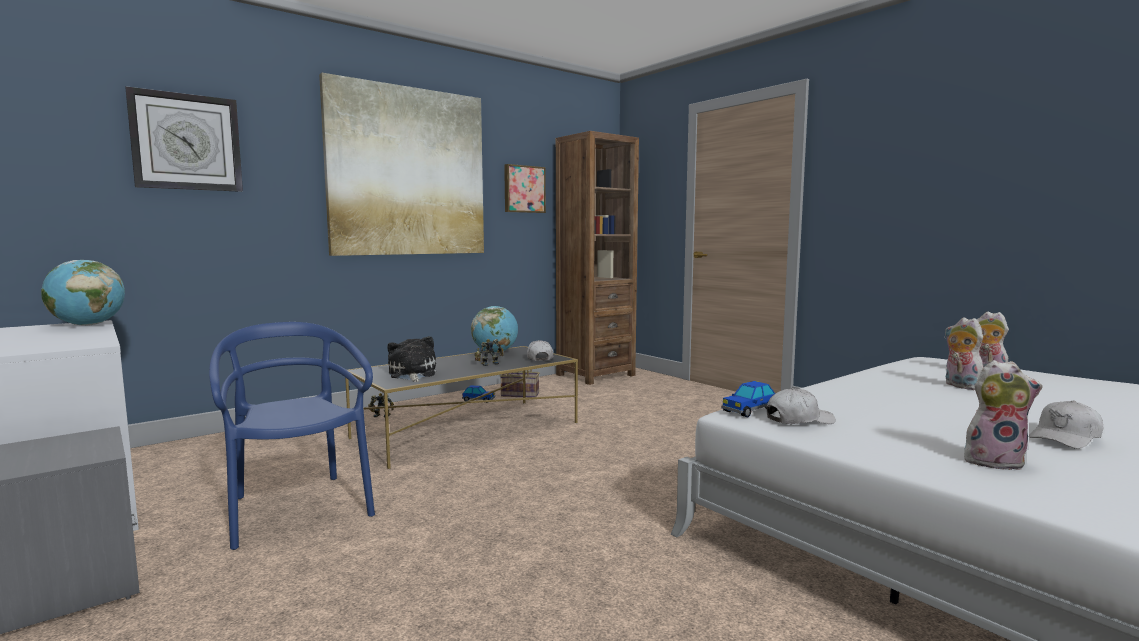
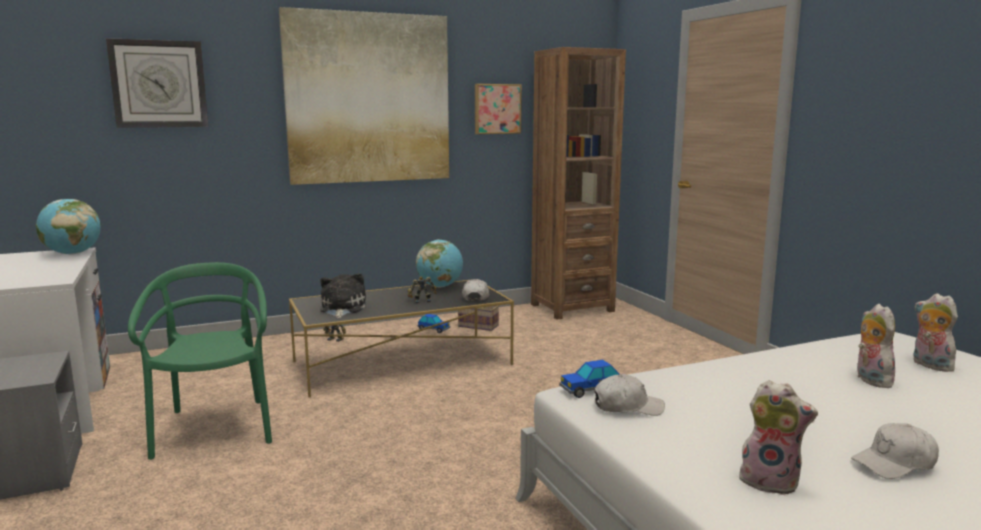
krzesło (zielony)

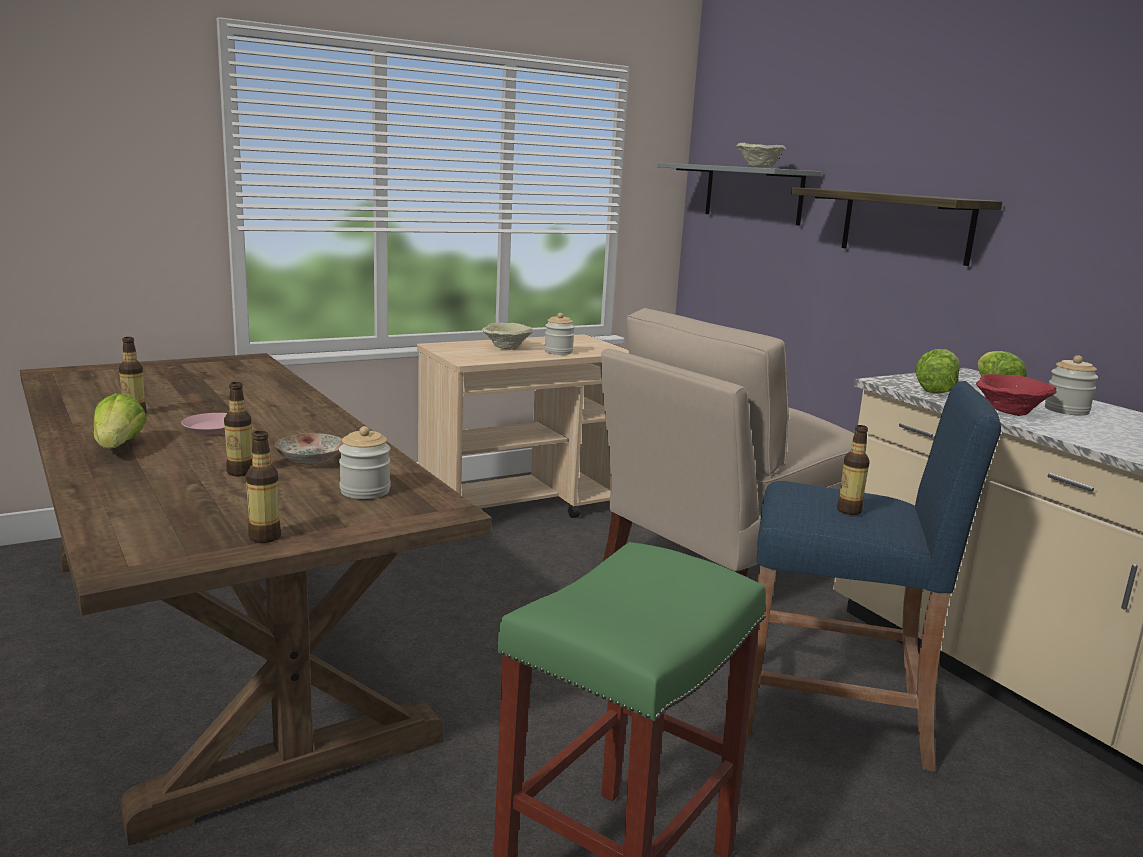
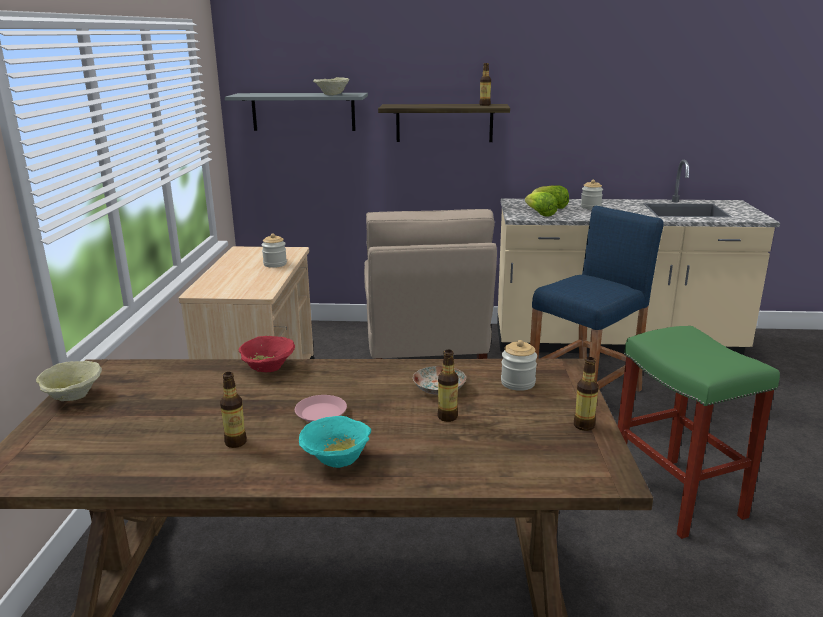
miska (beżowy) (no. 1 from left)
miska (czerwony)
miska (turkusowy)
butelka (no. 3 from left)

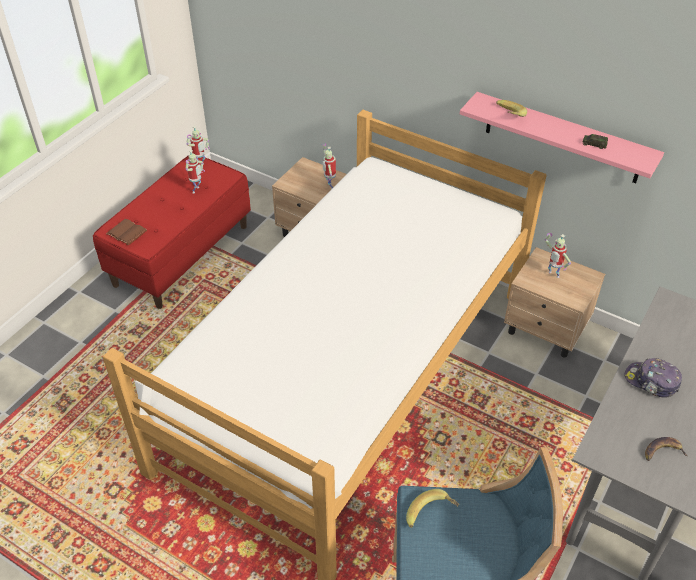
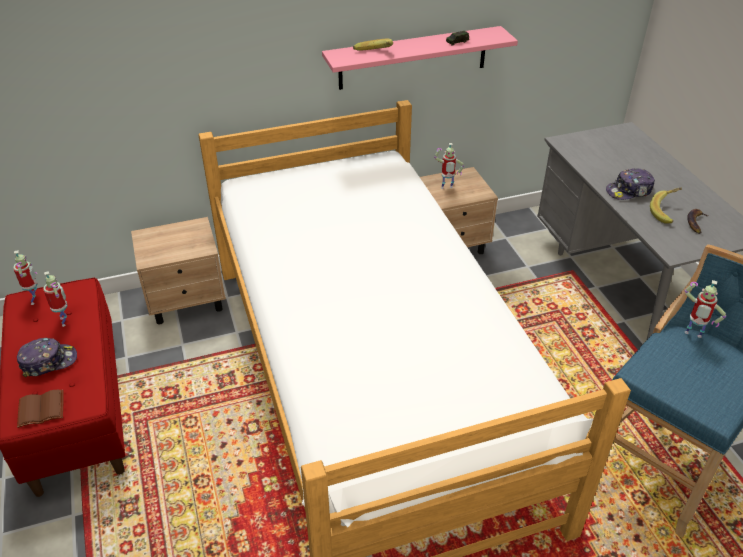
robot zabawkowy (no. 4 from left)
banan (no. 2 from left)
czapka z daszkiem (no. 1 from left)

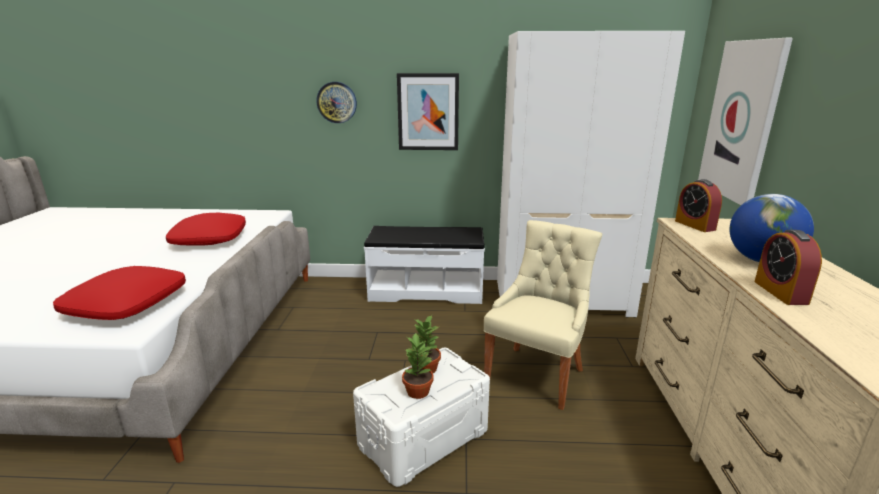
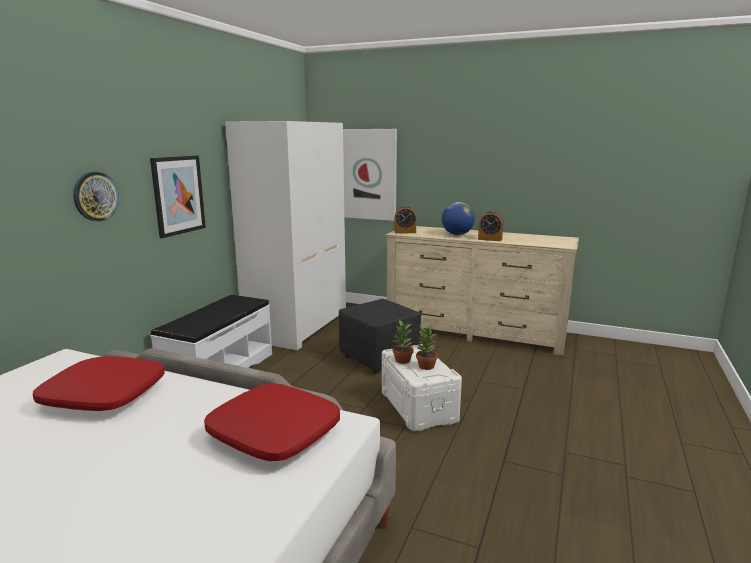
pufa (czarny)

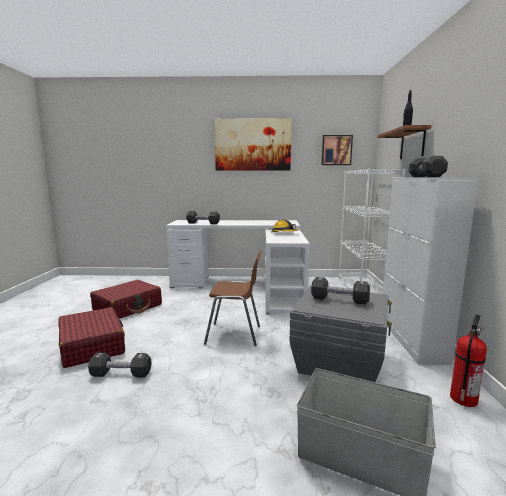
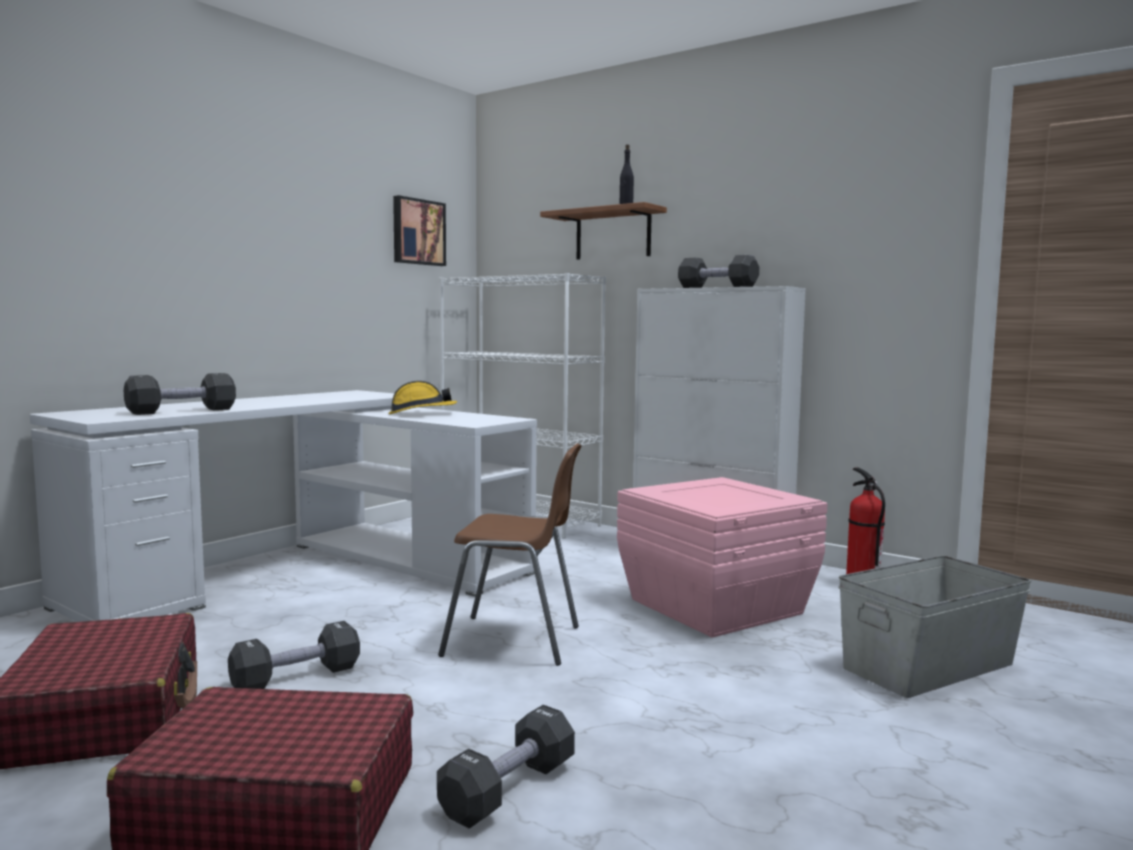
obraz (no. 1 from left in the first image)
krzesło (brązowy)
hantel (czarny) (no. 2 from left)
pojemnik do przechowywania (różowy)

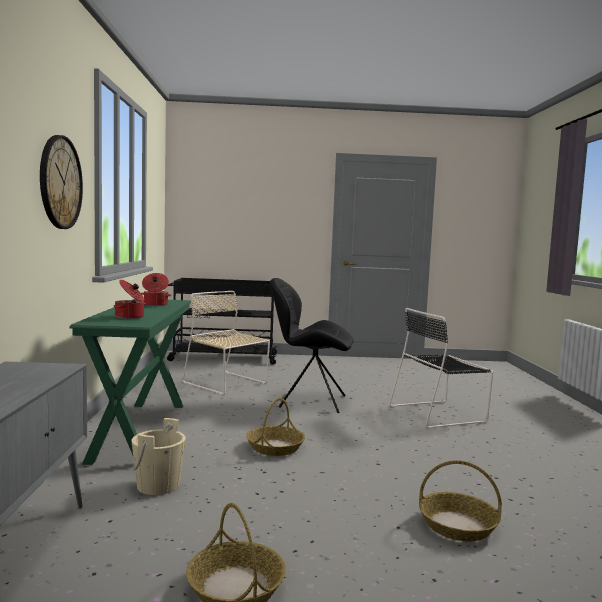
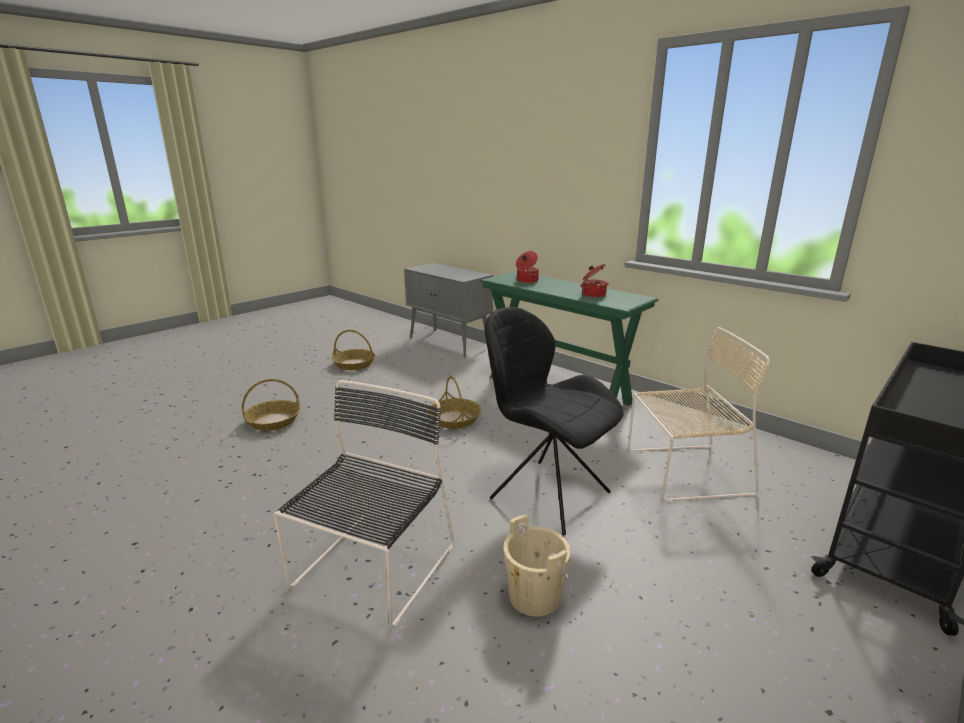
zegar ścienny
krzesło (czarny) (no. 2 from left)
wiadro (beżowy)

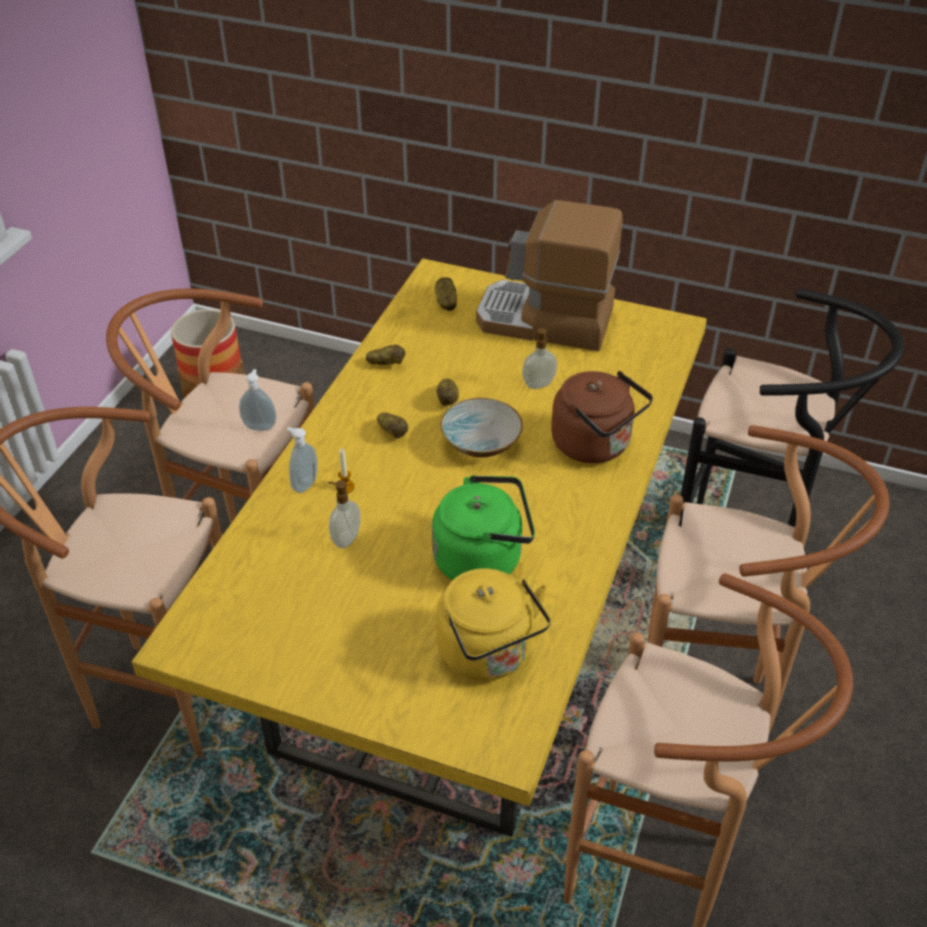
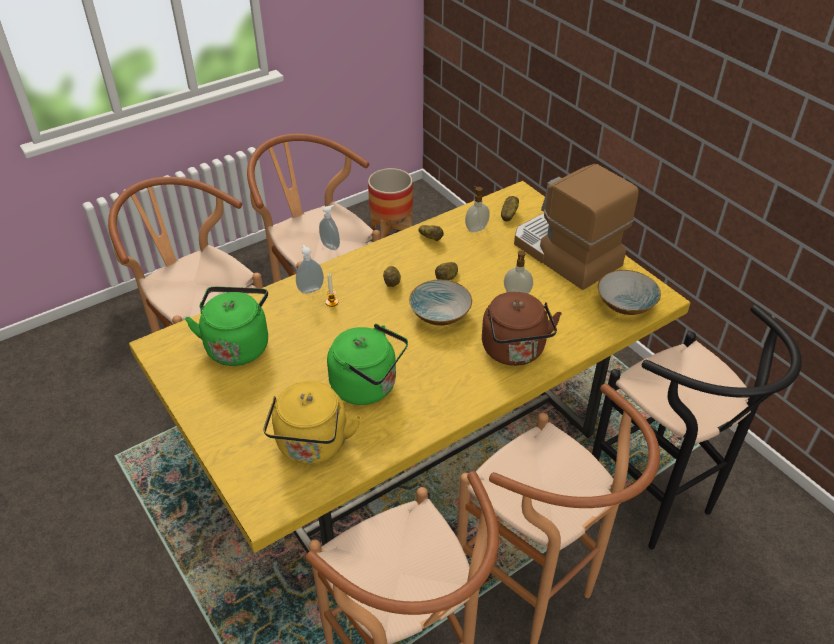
dozownik mydła (no. 3 from left)
miska (no. 2 from left)
czajnik (zielony) (no. 1 from left)

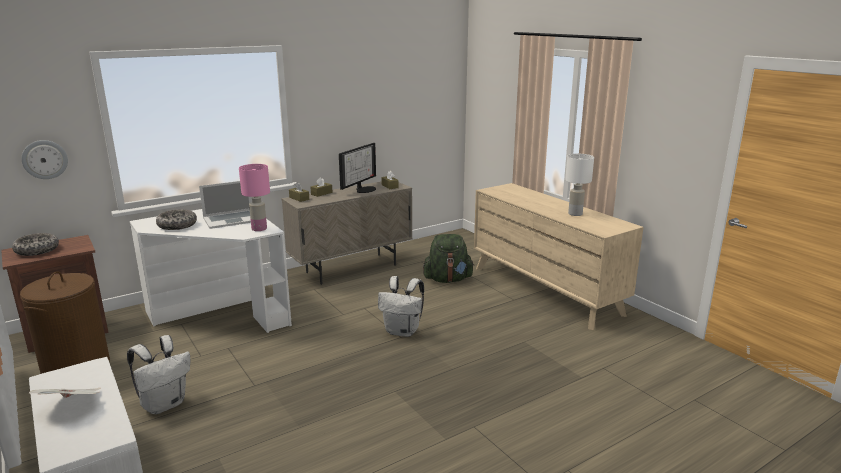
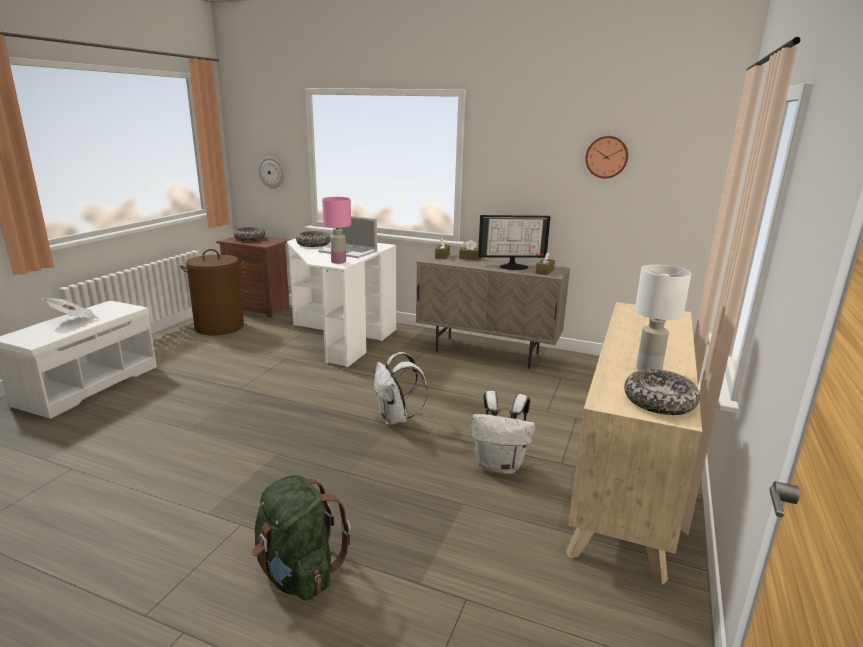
plecak (zielony)
plecak (biały) (no. 2 from left)
zegar ścienny (no. 2 from left)
miska (no. 3 from left)

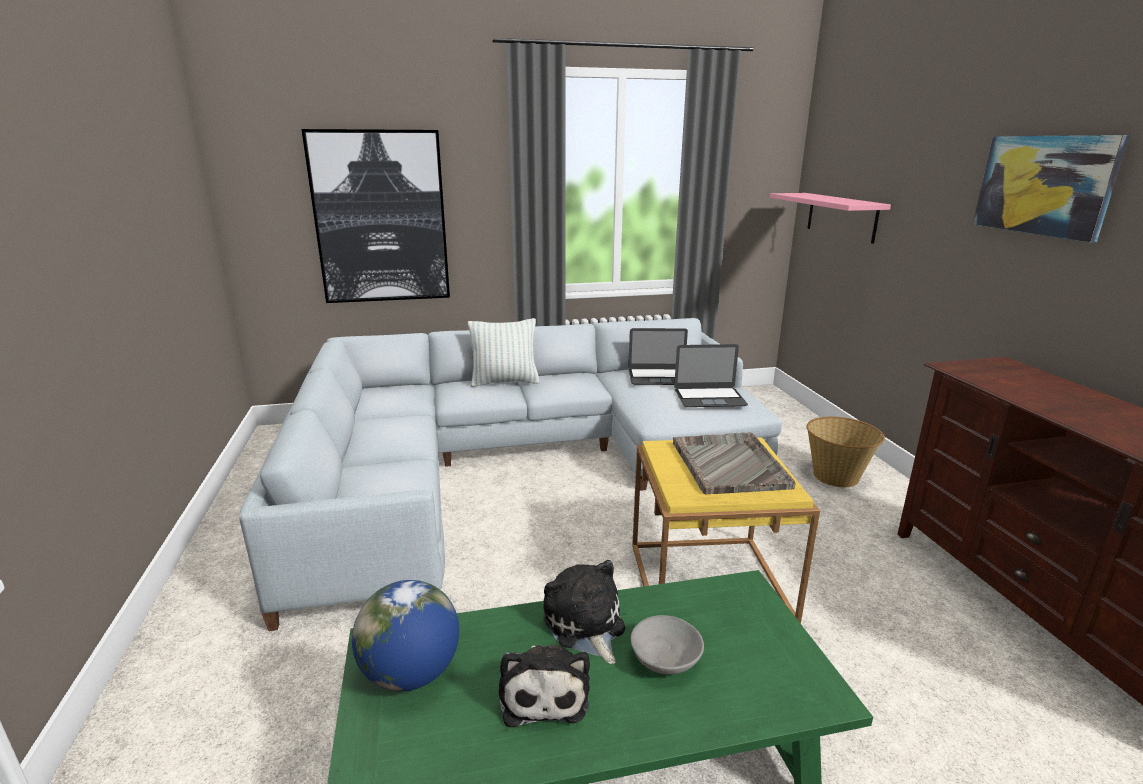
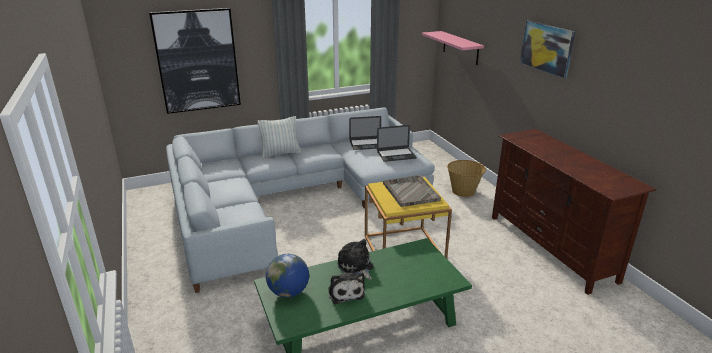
miska (szary)

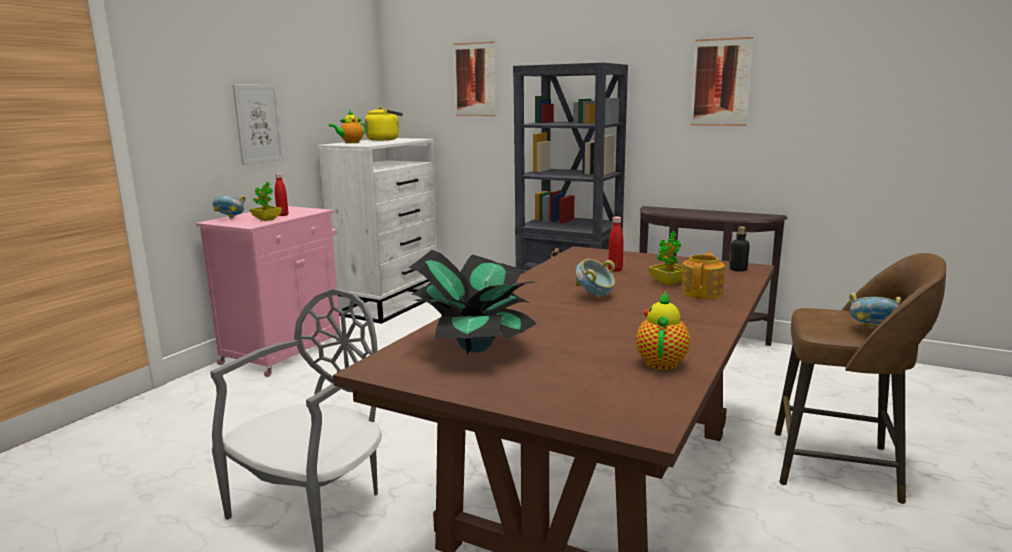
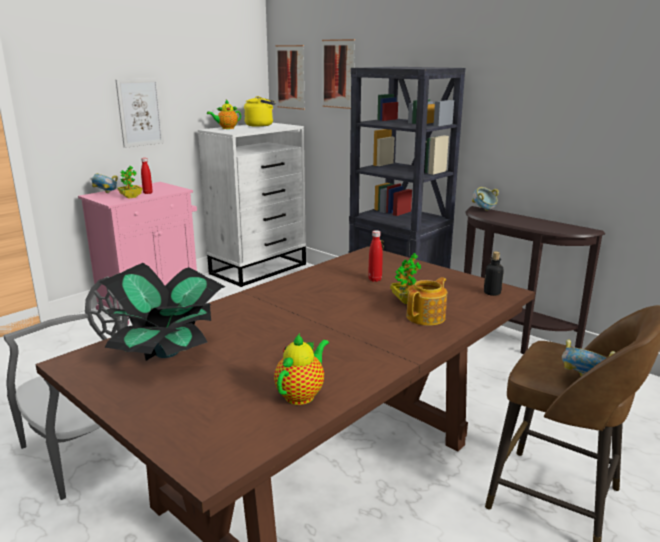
obraz (no. 2 from left)
miska (no. 2 from left)

